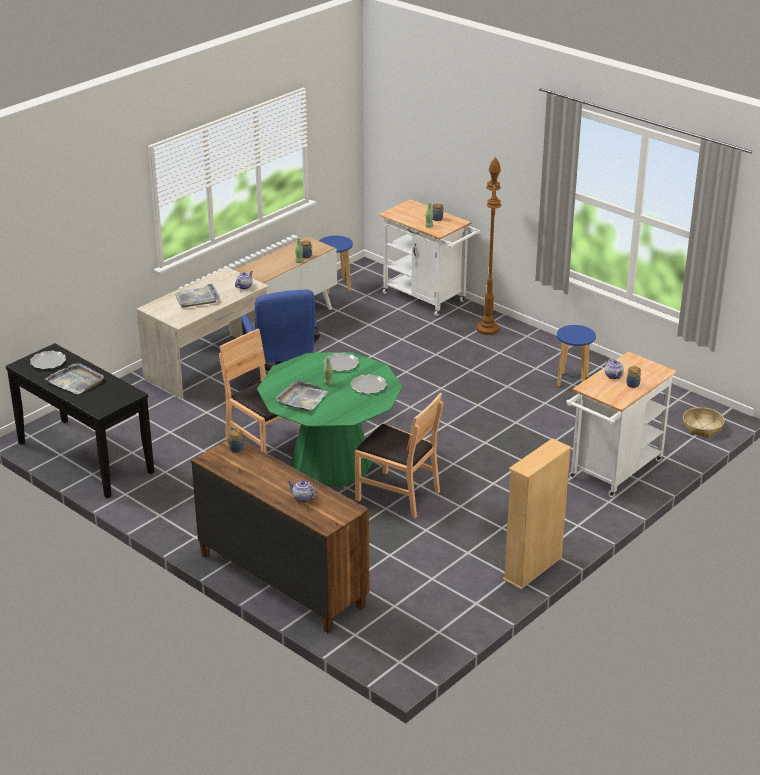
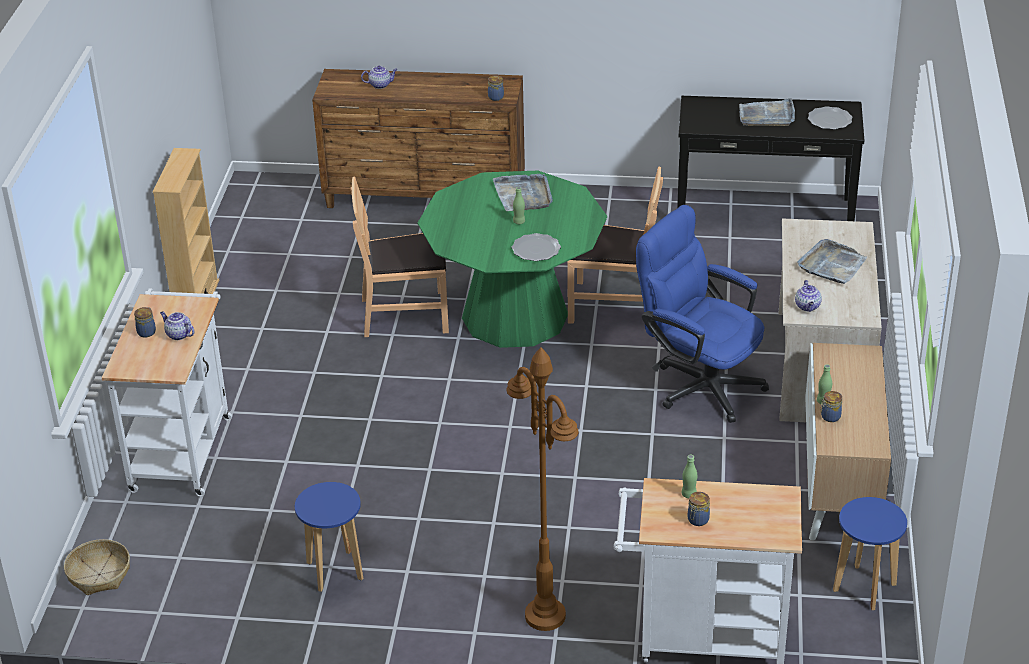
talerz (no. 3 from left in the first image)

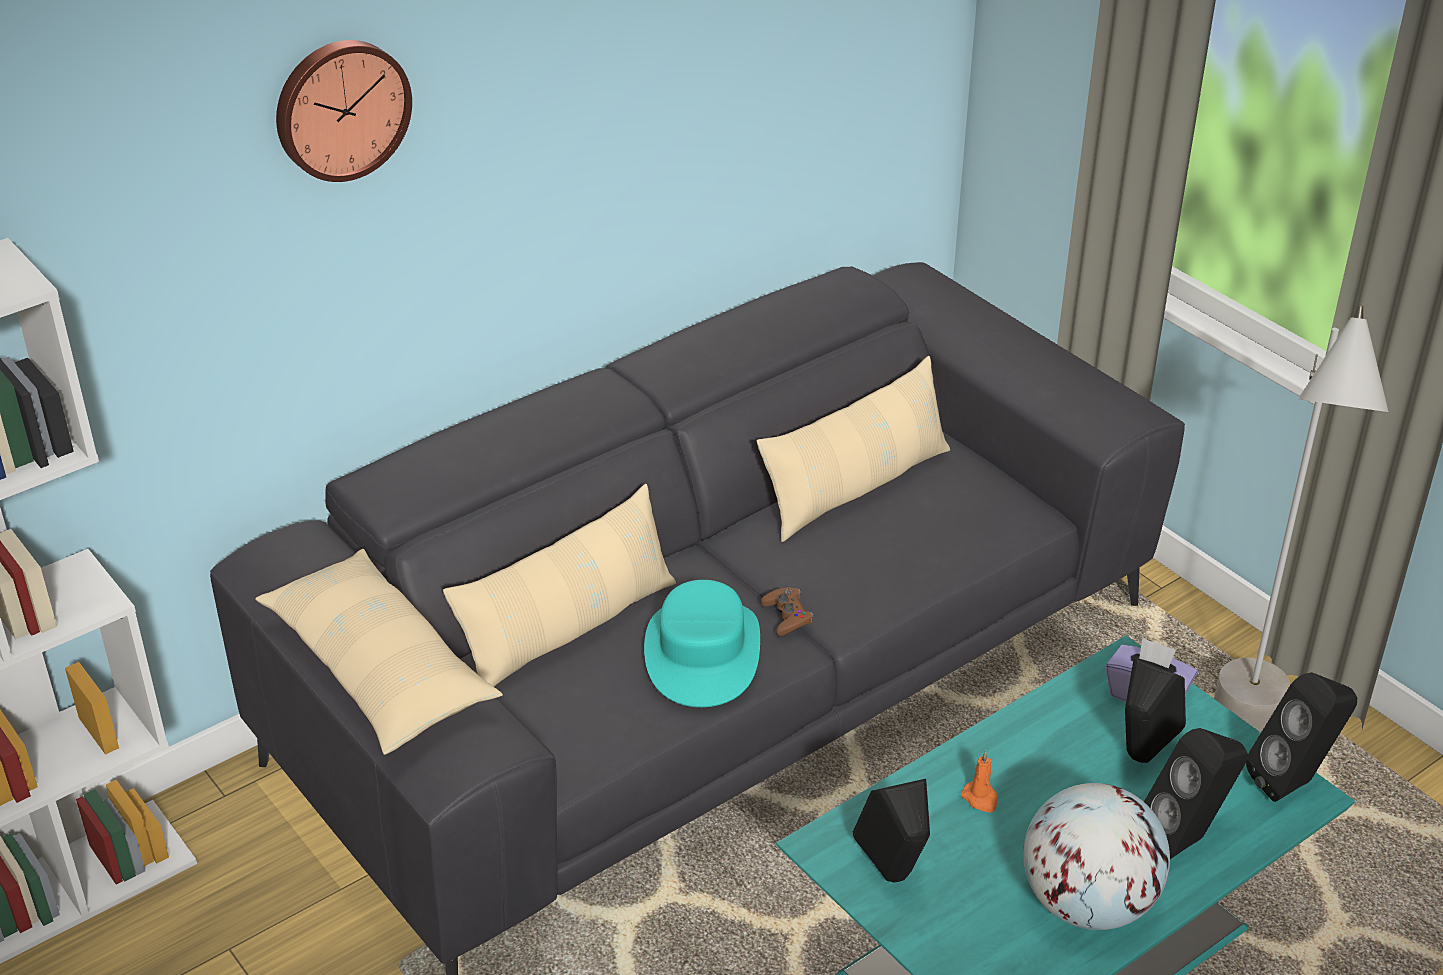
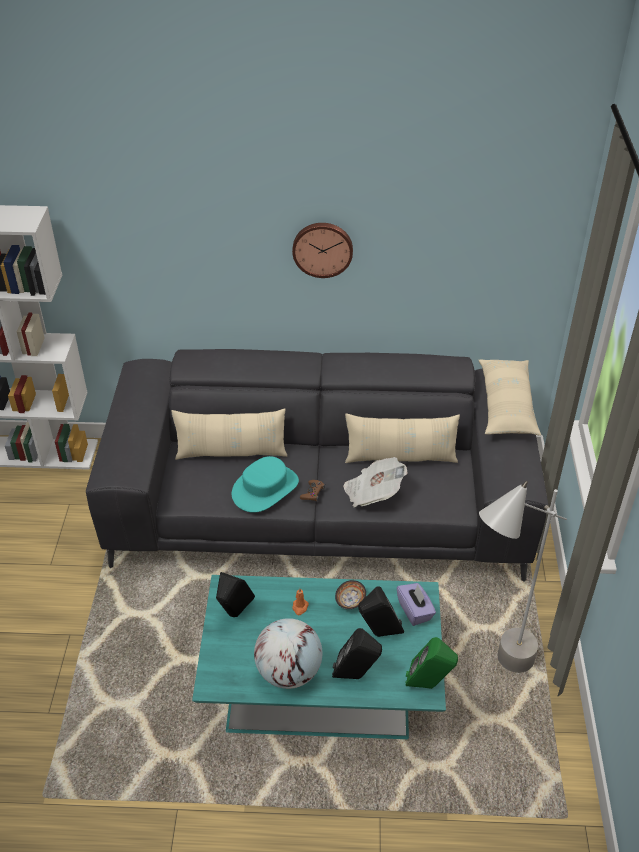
zegar ścienny
poduszka (beżowy) (no. 3 from left)
głośnik (zielony)
gazeta
miska

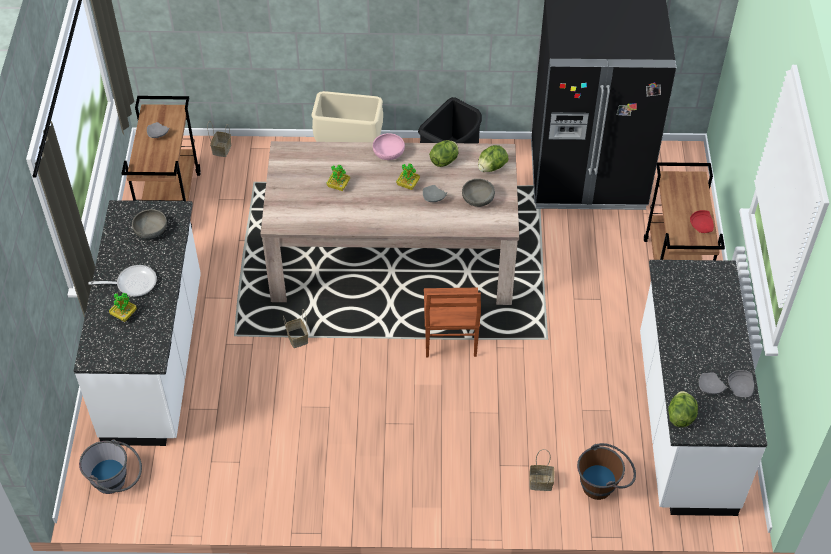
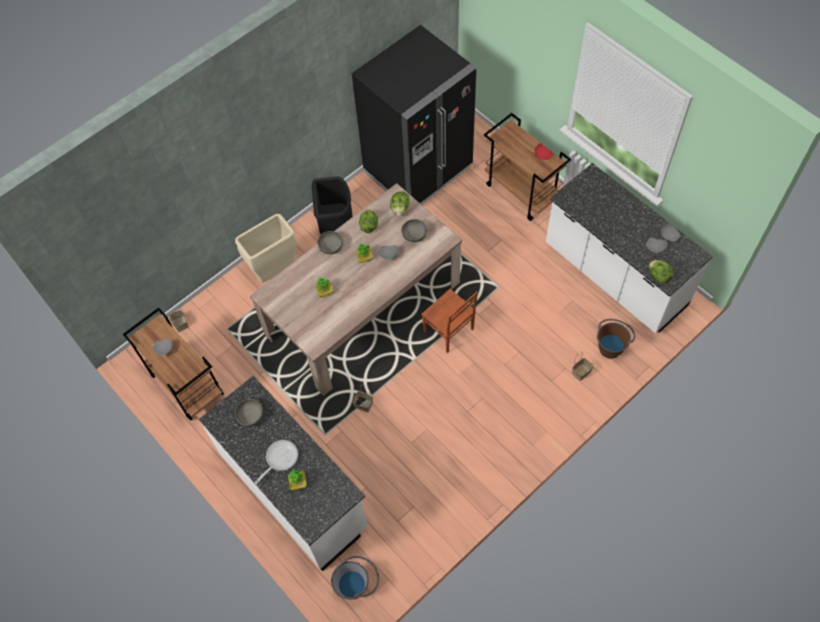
miska (szary) (no. 2 from left)

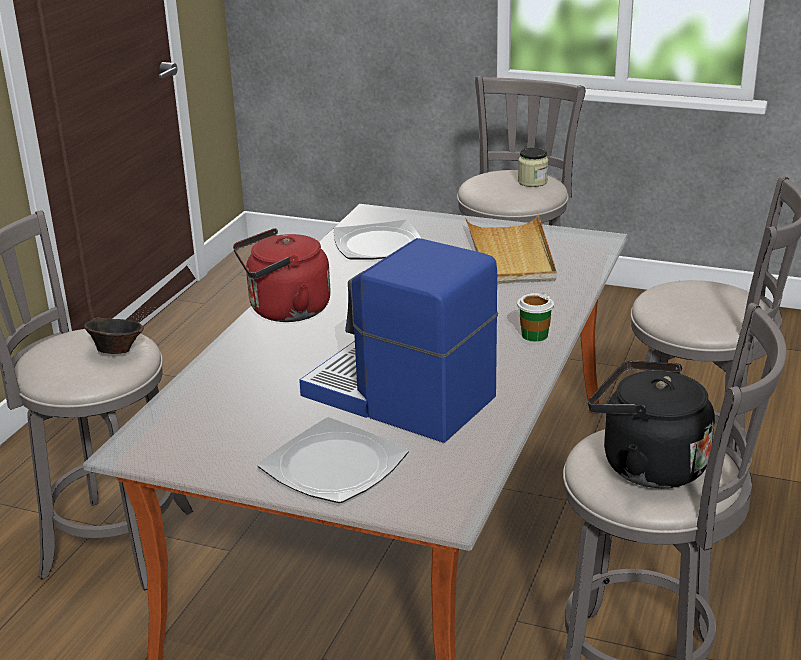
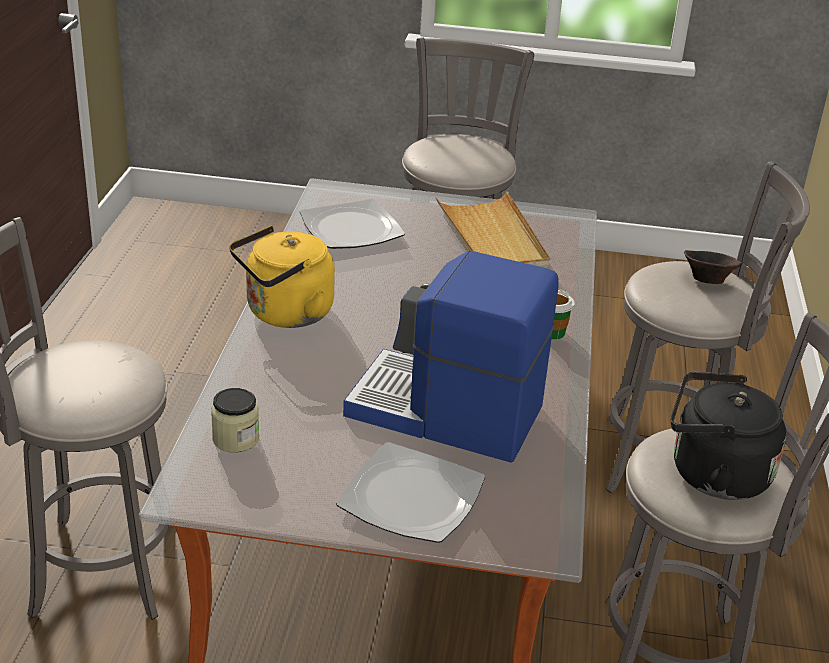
słoik
czajnik (żółty)
miska (brązowy)

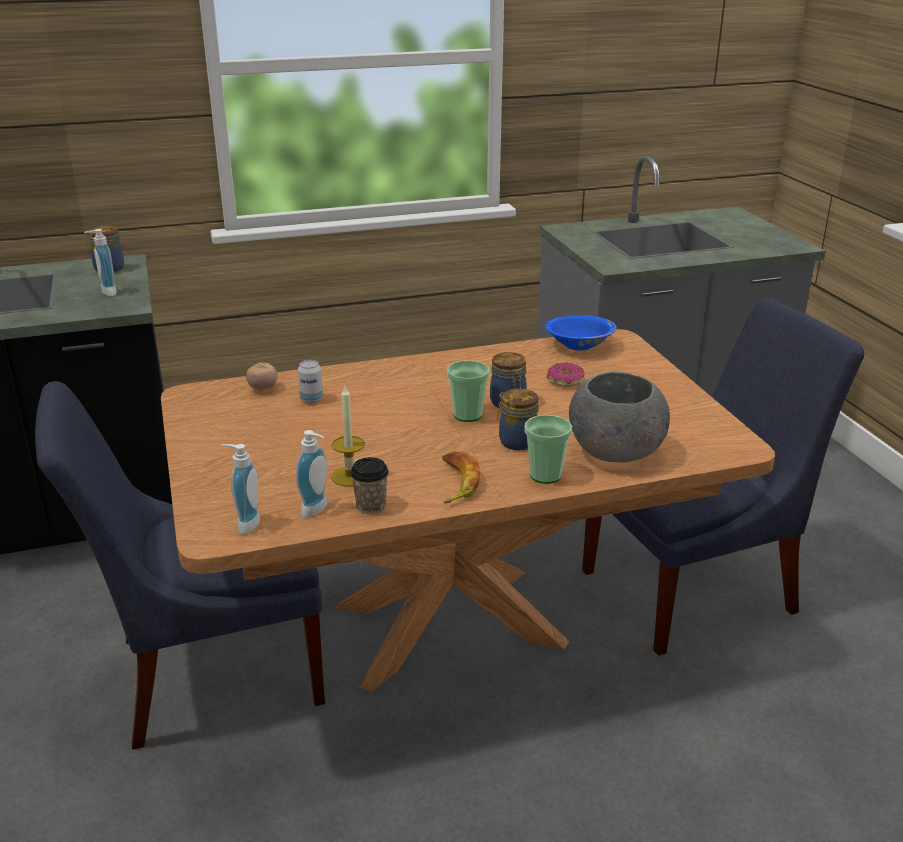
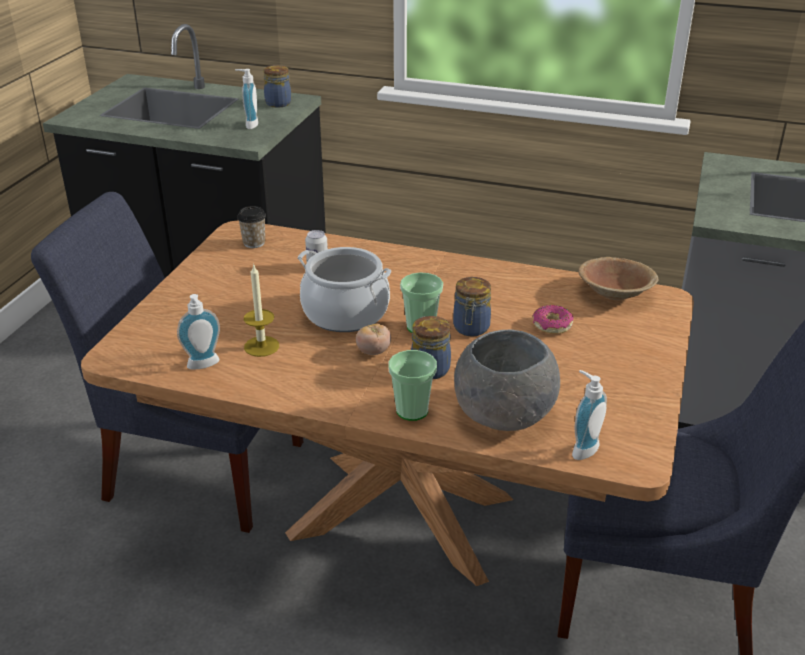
miska (brązowy)
pomidor
dozownik mydła (no. 3 from left)
banan
filiżanka (no. 1 from left)
garnek

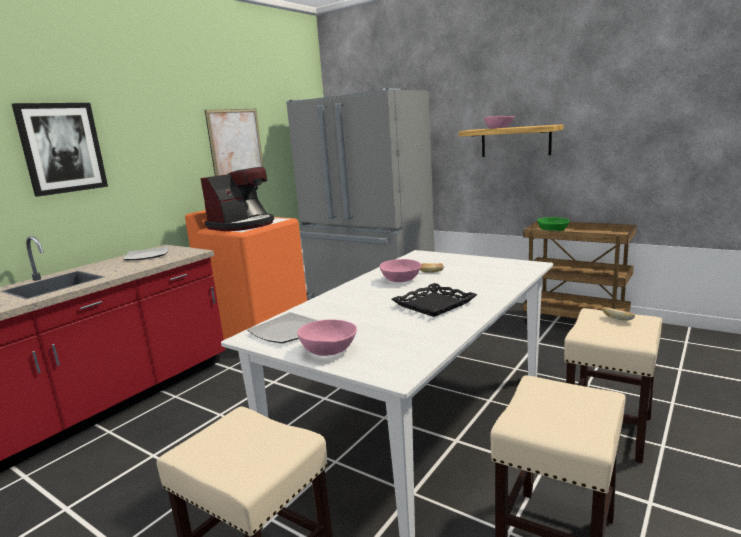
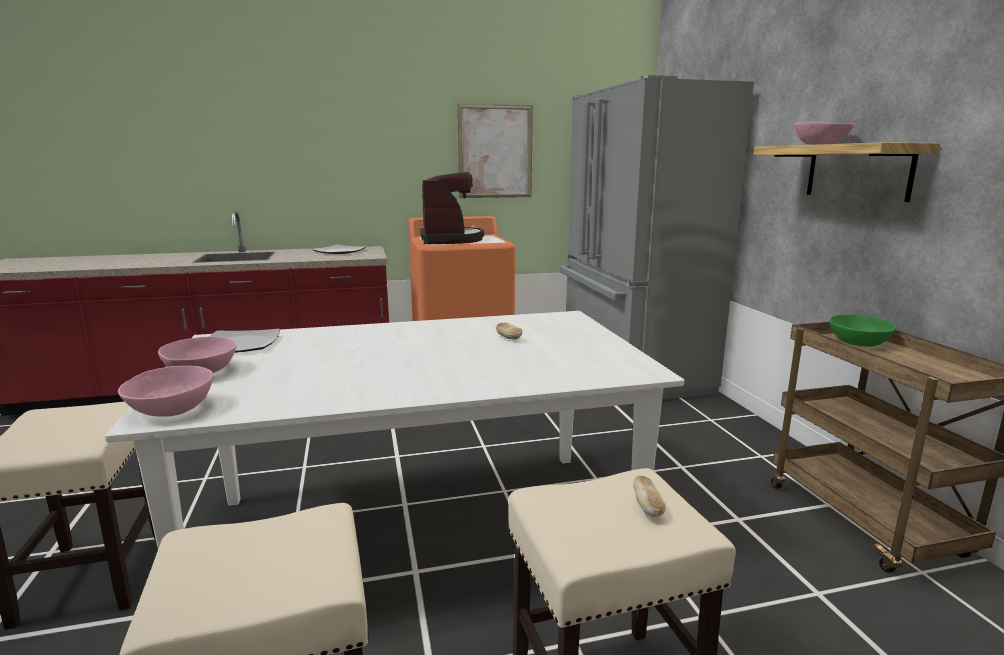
obraz (no. 1 from left in the first image)
ekspres do kawy
miska (różowy) (no. 1 from left)
taca (czarny)

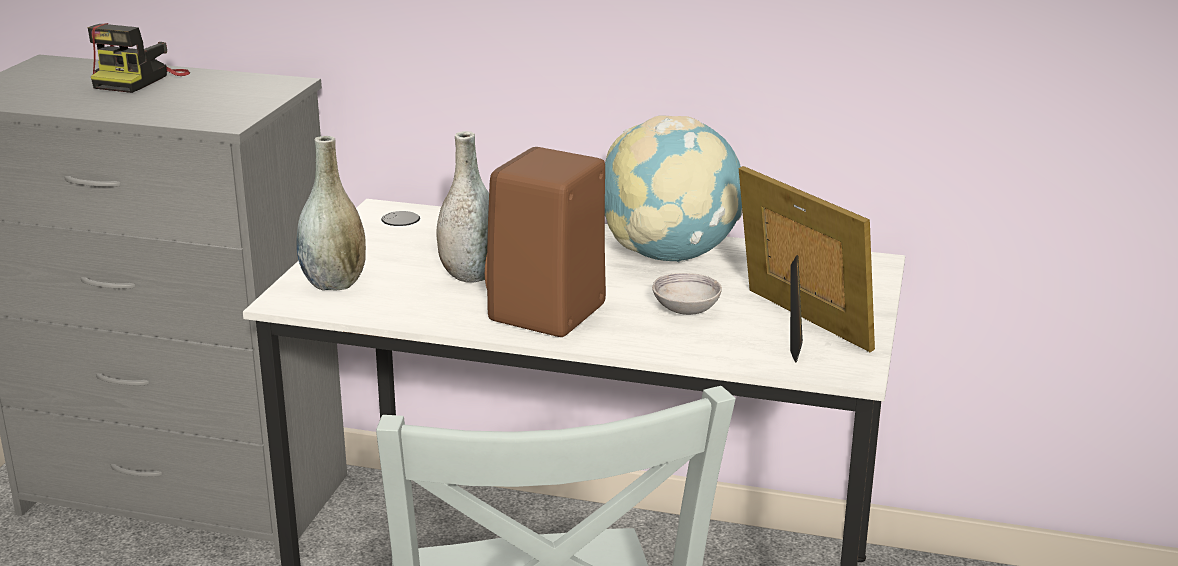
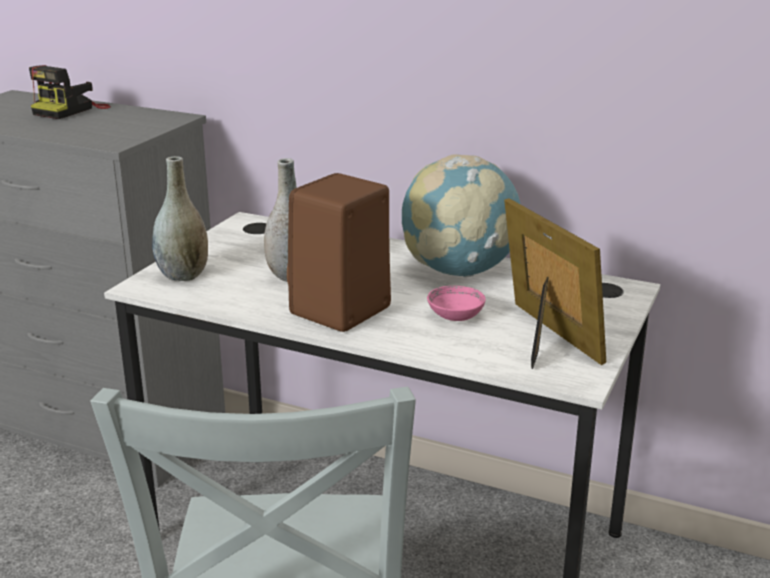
miska (różowy)

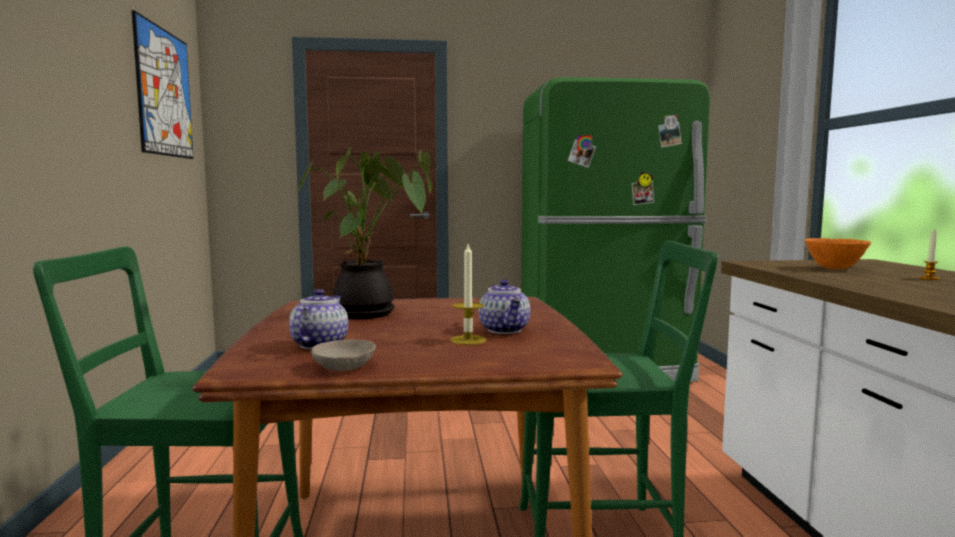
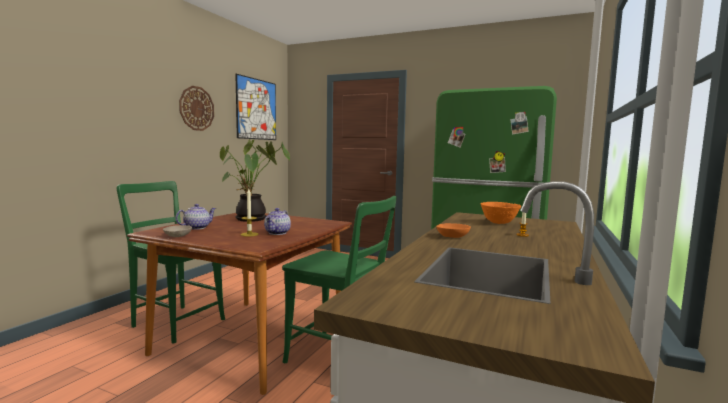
zegar ścienny
miska (pomarańczowy) (no. 1 from left)

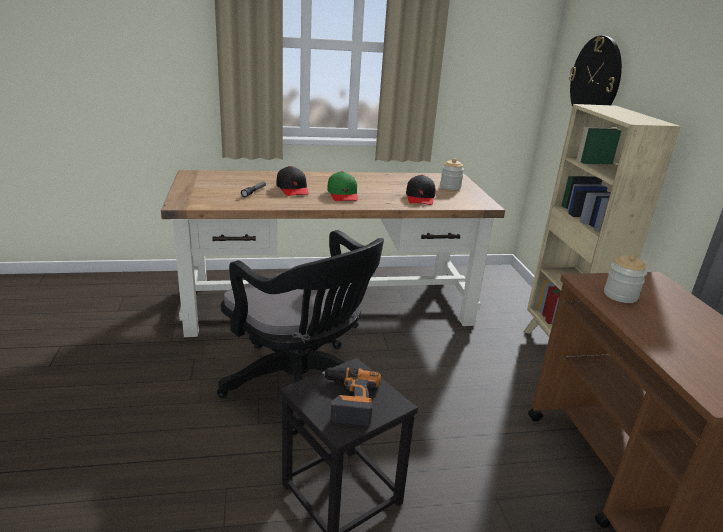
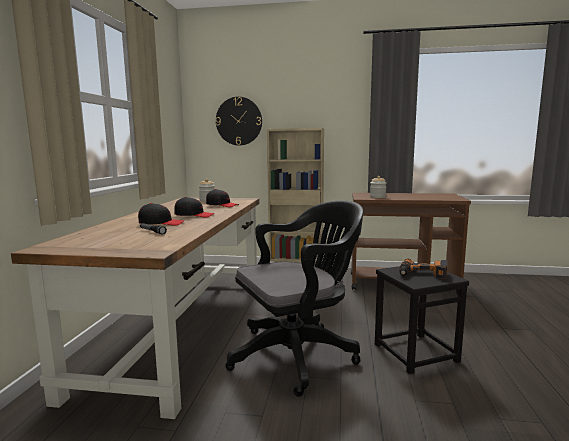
czapka z daszkiem (czarny) (no. 2 from left)

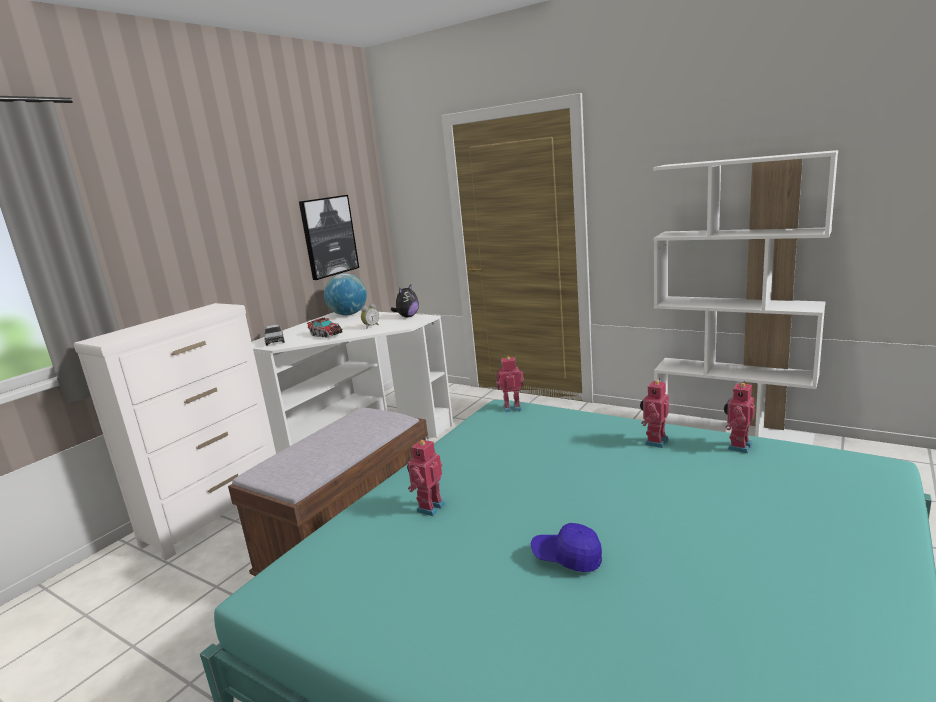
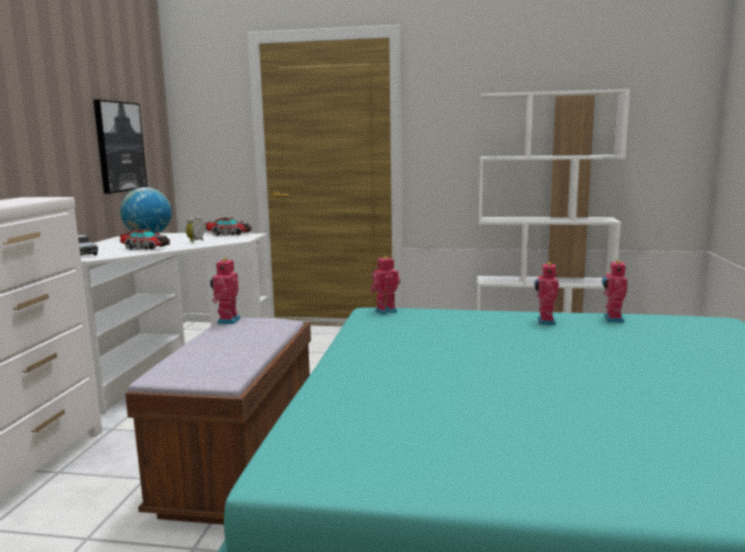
ciężarówka zabawkowa (no. 3 from left)
robot zabawkowy (no. 1 from left)
czapka z daszkiem (niebieski)

